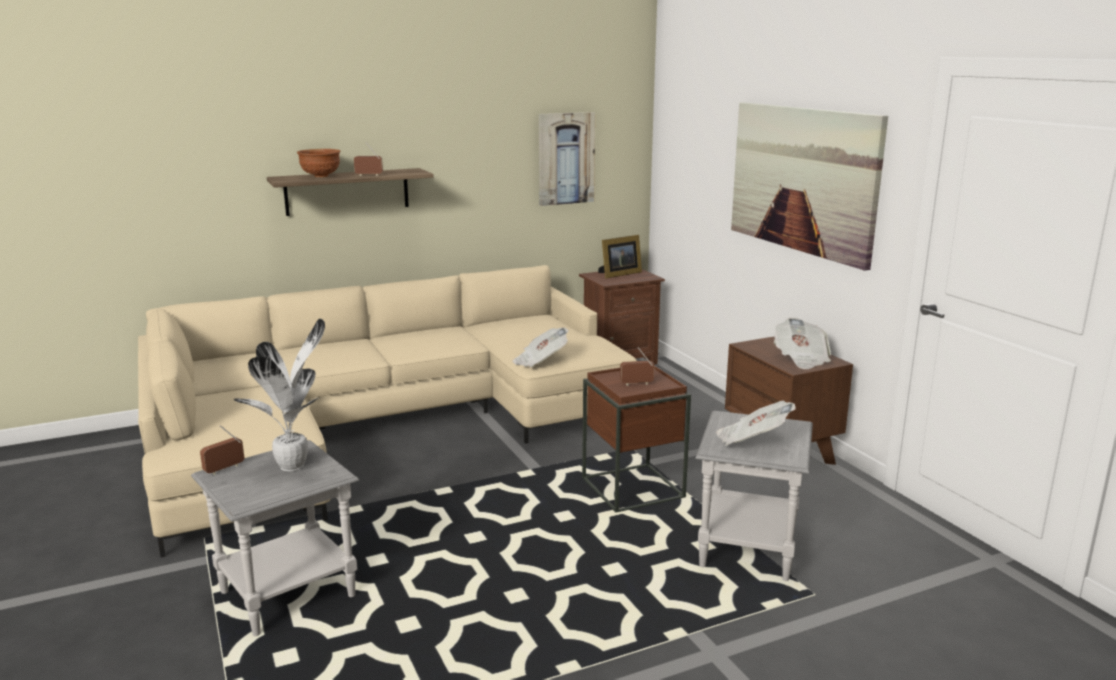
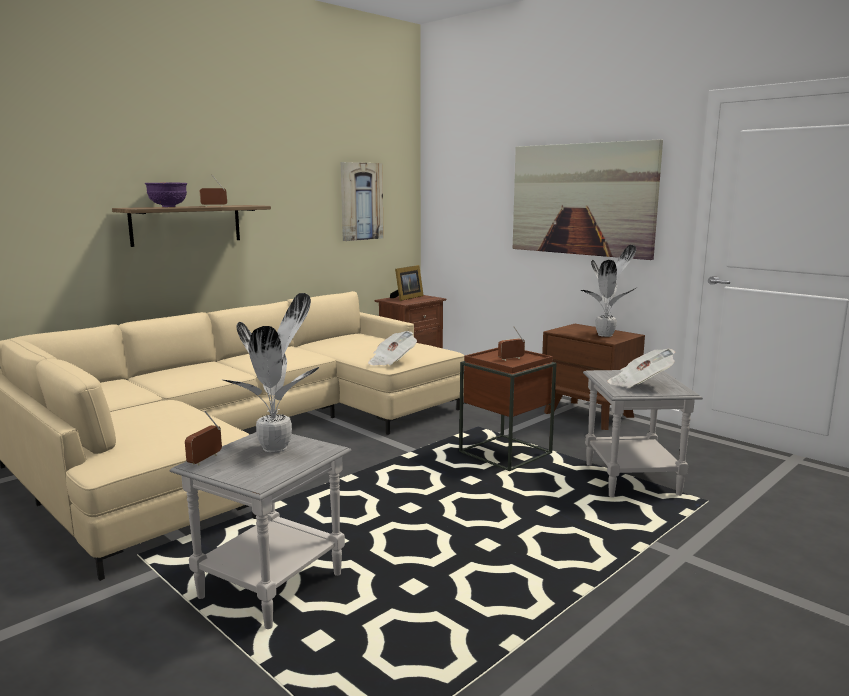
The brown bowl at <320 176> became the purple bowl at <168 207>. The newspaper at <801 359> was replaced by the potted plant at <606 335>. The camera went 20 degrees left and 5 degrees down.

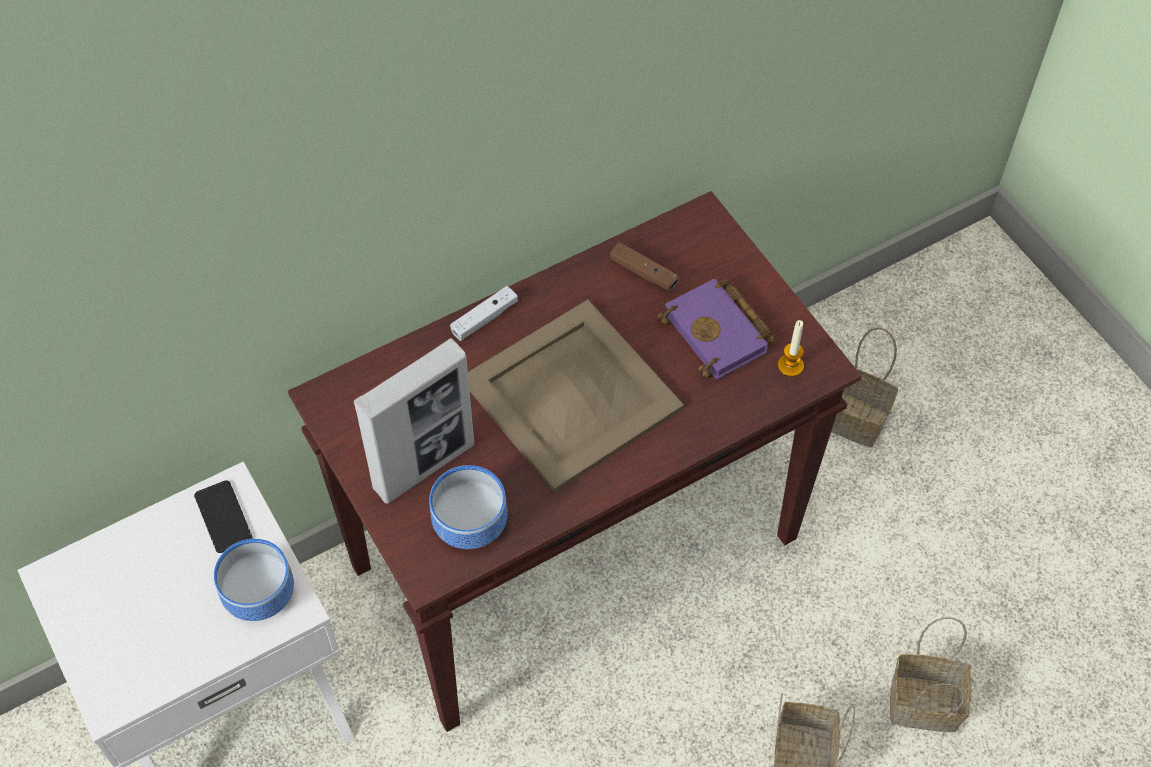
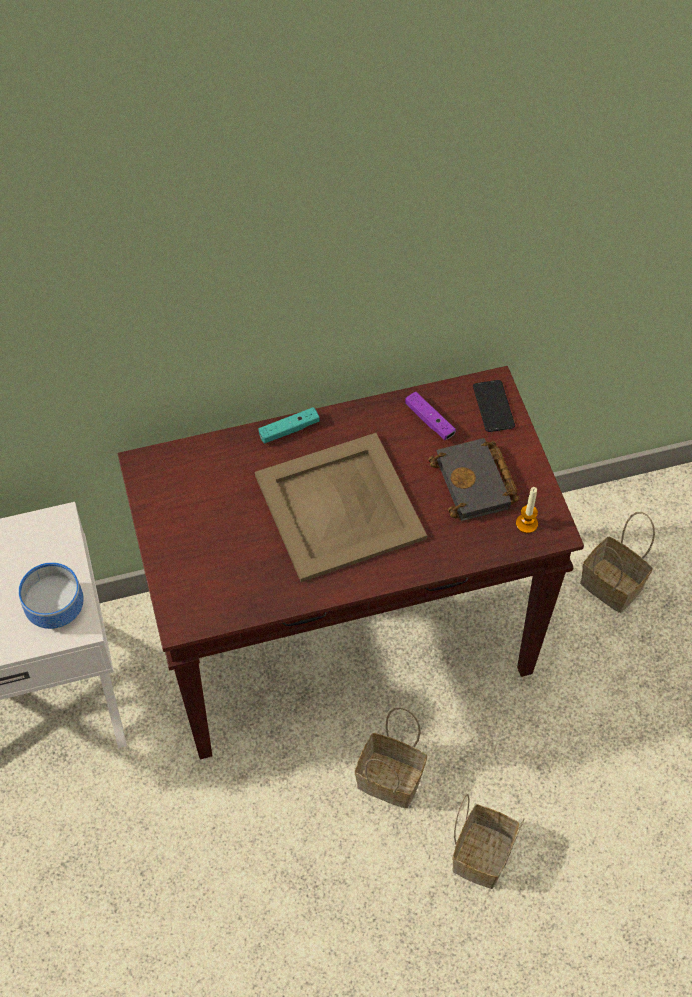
The white game controller at <484 318> became the turquoise game controller at <289 430>. The basket moved from <926 703> to <392 779>. The brown game controller at <643 272> became the purple game controller at <429 421>. The purple book at <720 334> became the black book at <477 484>. The phone moved from <223 517> to <493 406>. The picture frame at <424 466> disappeared. The bowl at <468 525> disappeared. The camera went 15 degrees right and 0 degrees up.

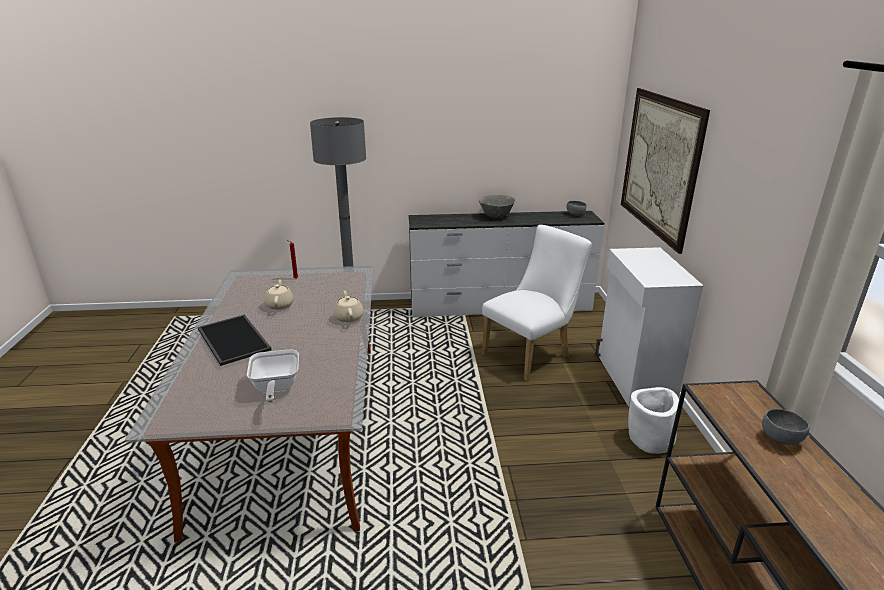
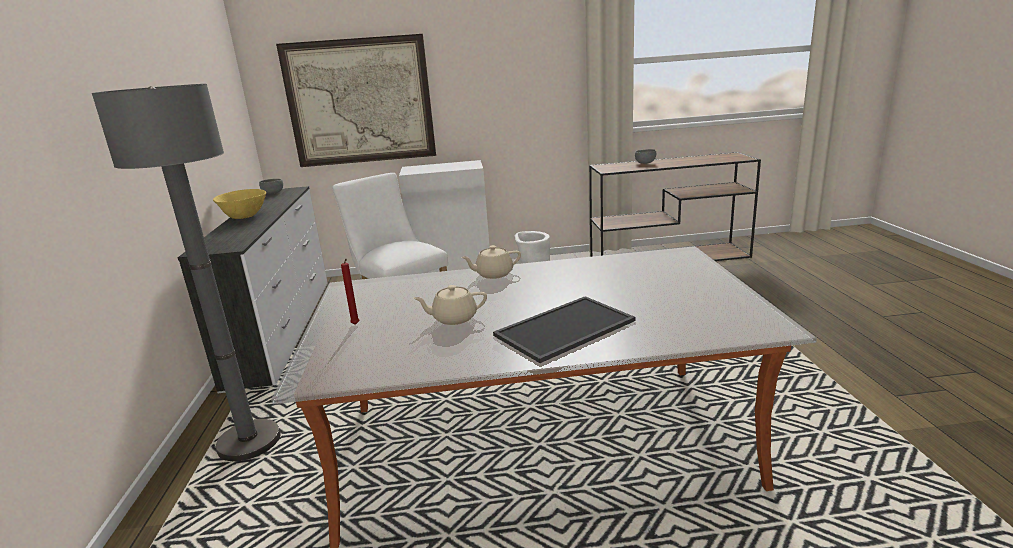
The grey bowl at <496 216> became the yellow bowl at <245 217>. The frying pan at <275 388> disappeared. The camera went 90 degrees left and 5 degrees down.

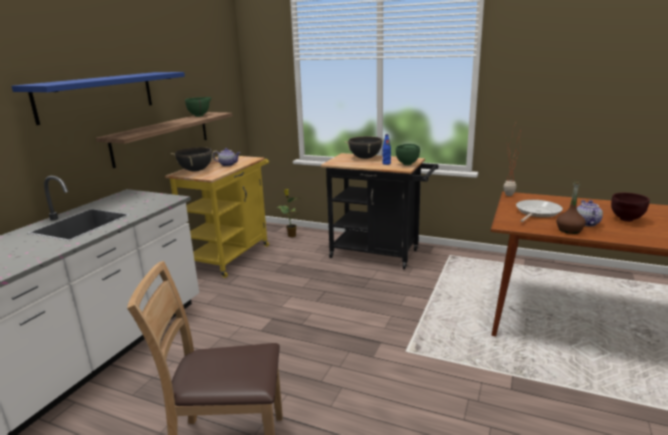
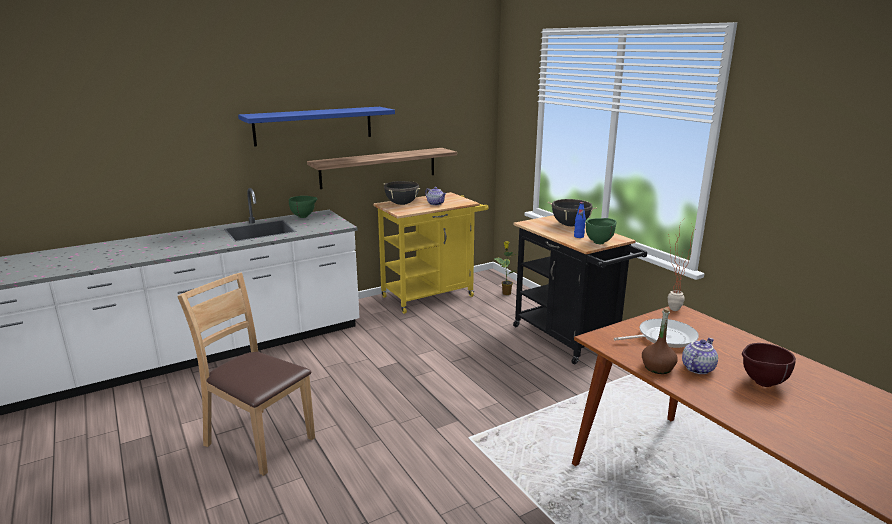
The green bowl moved from <200 116> to <304 217>. The camera went 35 degrees right and 0 degrees up.

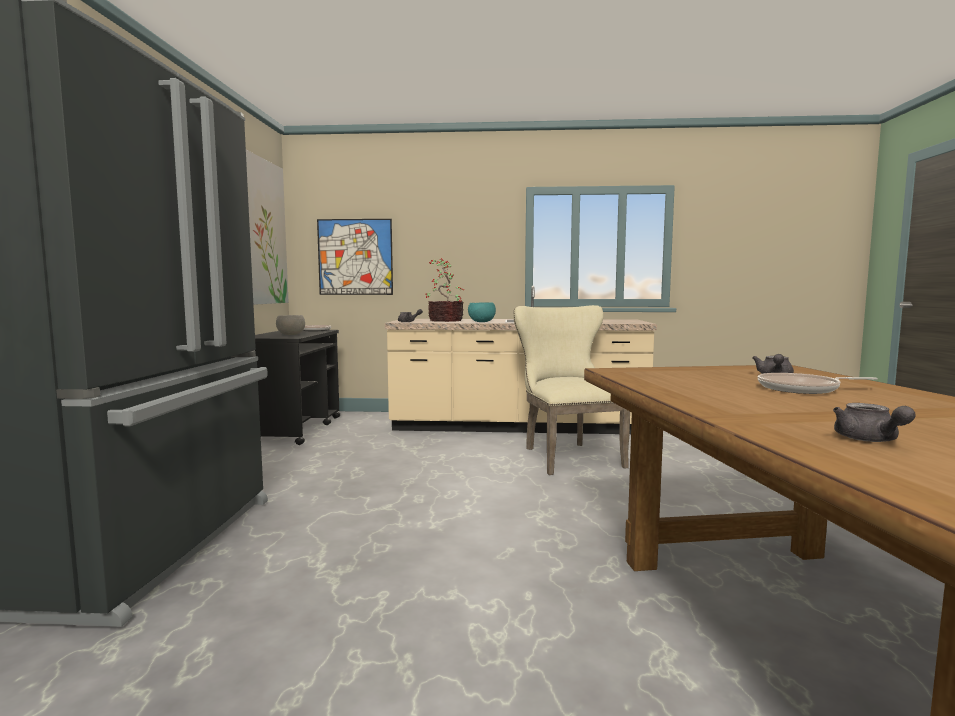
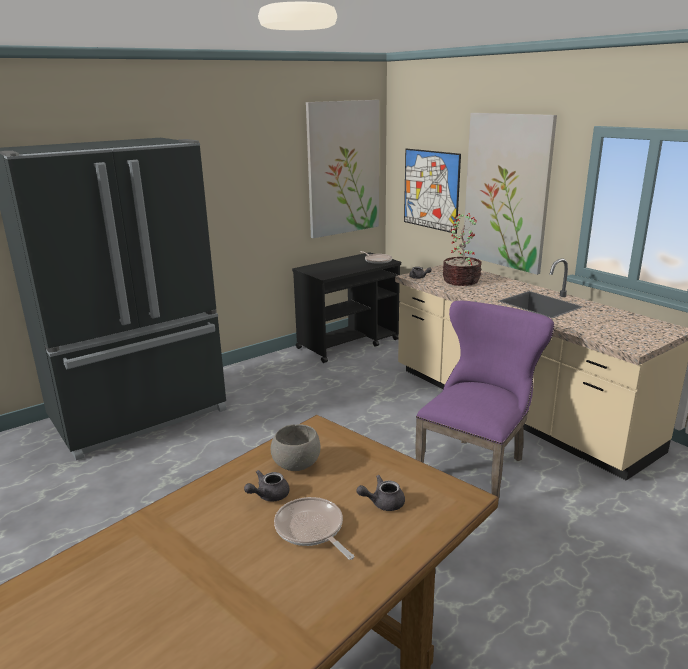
The grey teapot moved from <869 440> to <268 495>. The grey bowl moved from <290 335> to <296 465>. The beige chair at <567 456> became the purple chair at <476 465>. The picture at <506 192> appeared. The turquoise bowl at <482 322> disappeared. The camera went 50 degrees right and 15 degrees up.

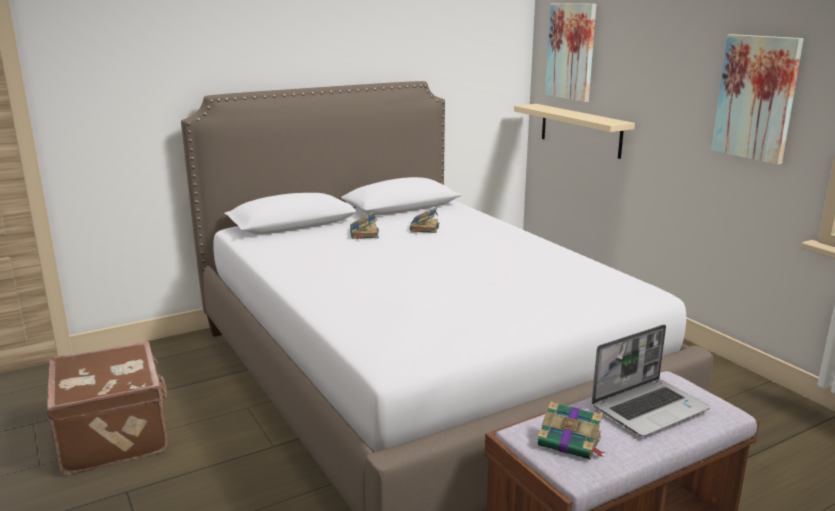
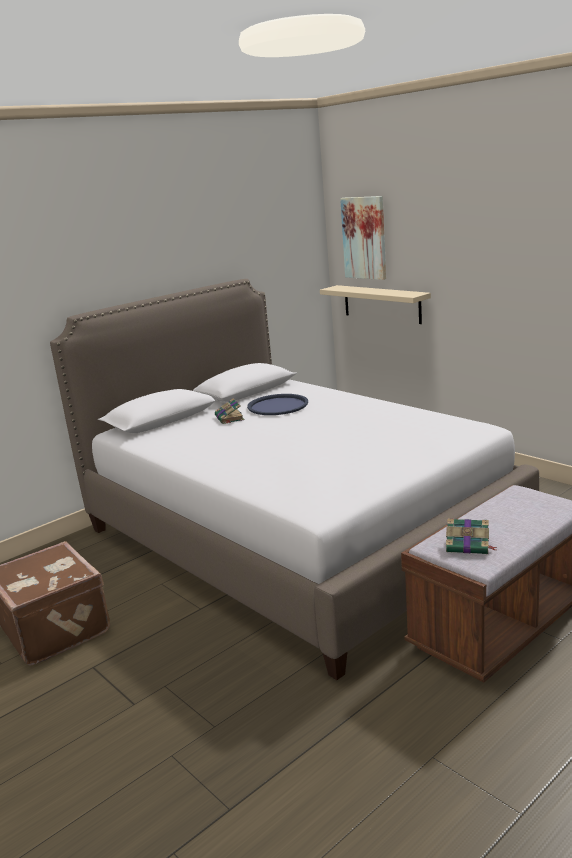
The book at <424 228> was replaced by the blue tray at <278 405>. The laptop at <649 408> disappeared. The picture at <756 98> disappeared. The camera went 10 degrees left and 0 degrees up.

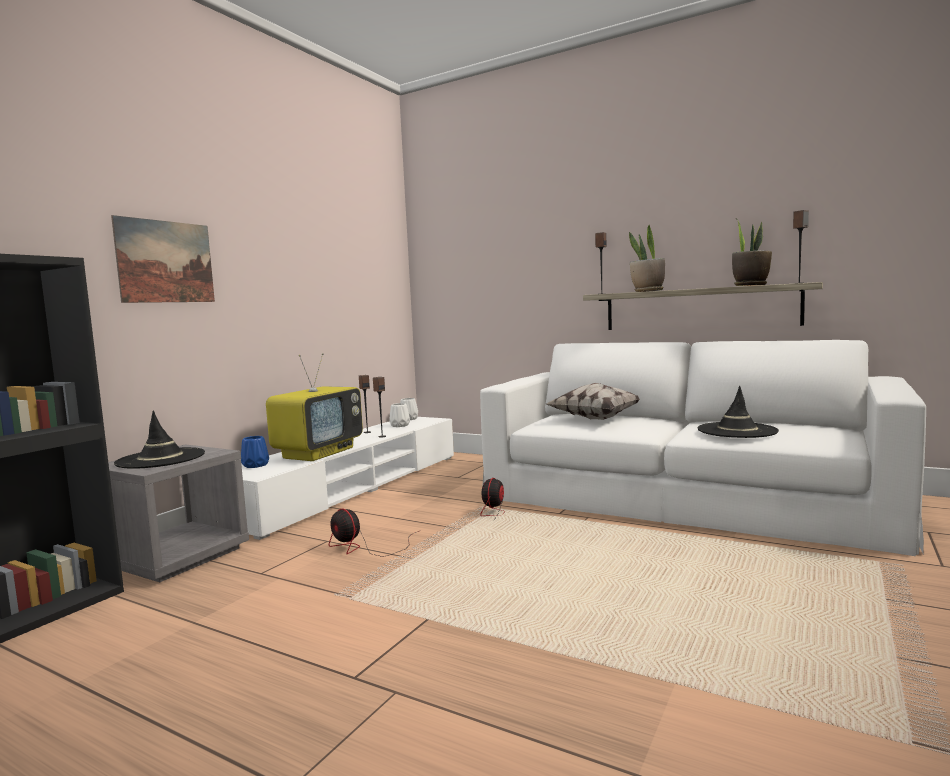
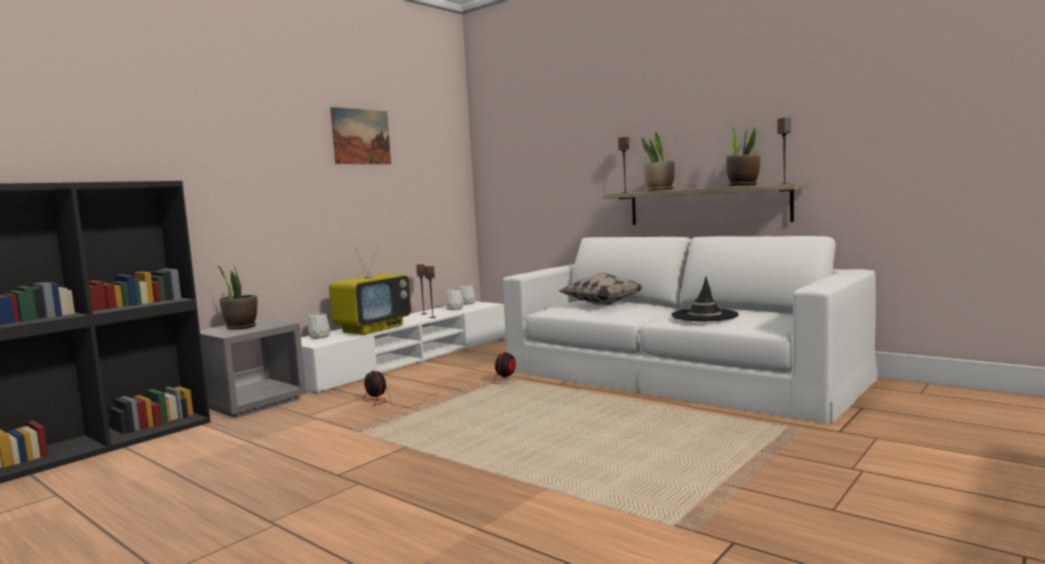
The black hat at <161 459> was replaced by the potted plant at <241 327>. The blue vase at <256 465> became the white vase at <320 337>. The picture moved from <166 262> to <361 136>. The camera went 10 degrees right and 0 degrees up.

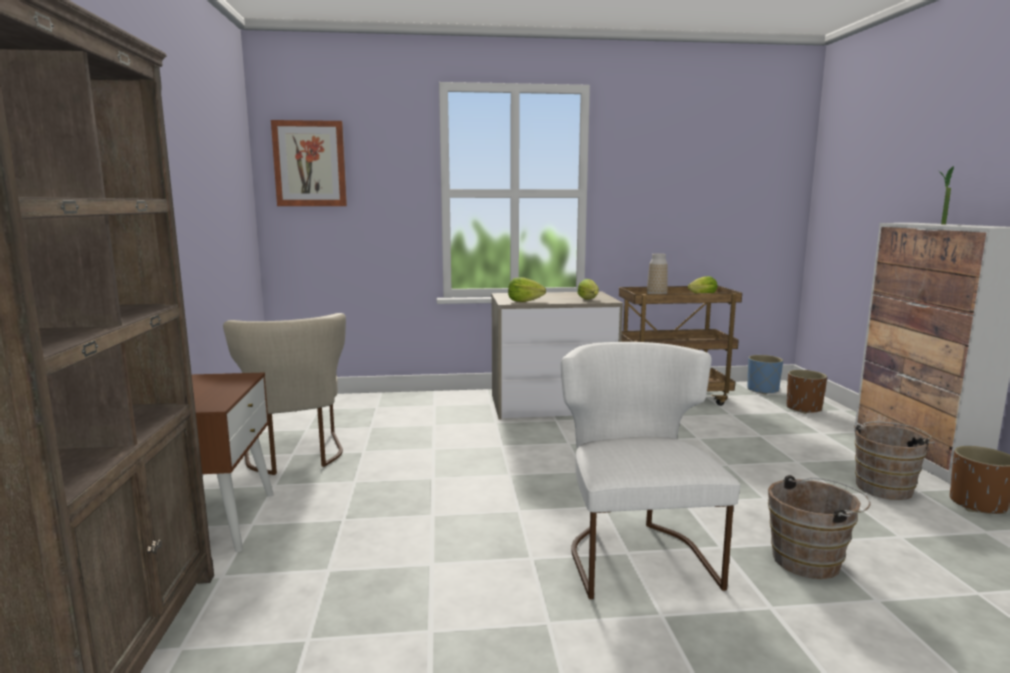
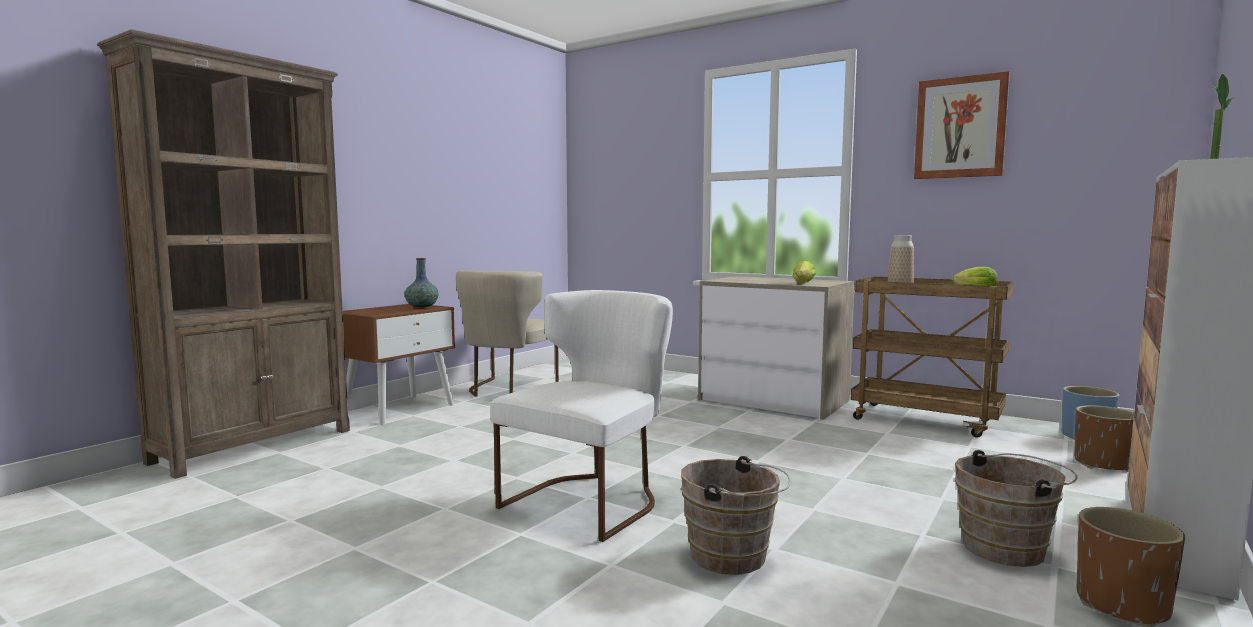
The vase at <422 307> appeared. The picture moved from <310 164> to <960 128>. The lettuce at <524 301> disappeared. The camera went 40 degrees right and 5 degrees down.

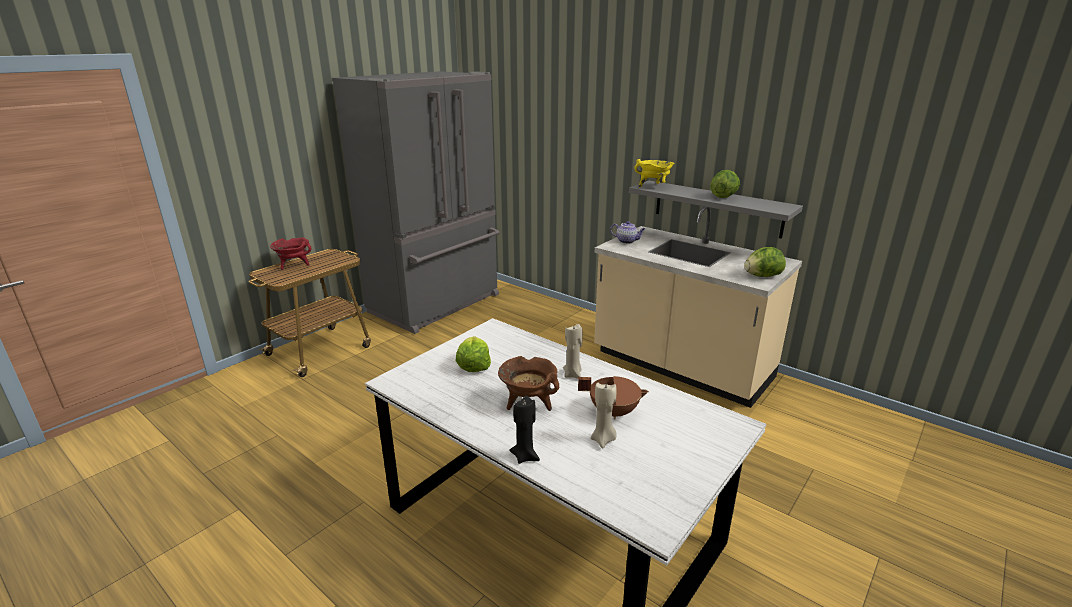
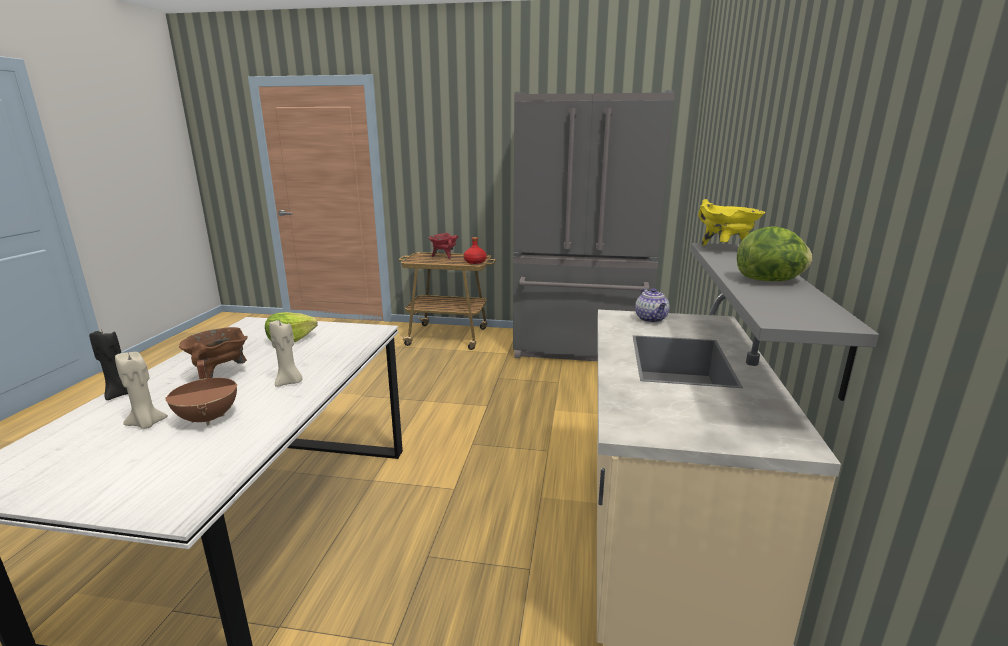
The red bottle at <475 262> appeared. The lettuce at <762 276> disappeared. The camera went 60 degrees right and 5 degrees down.

